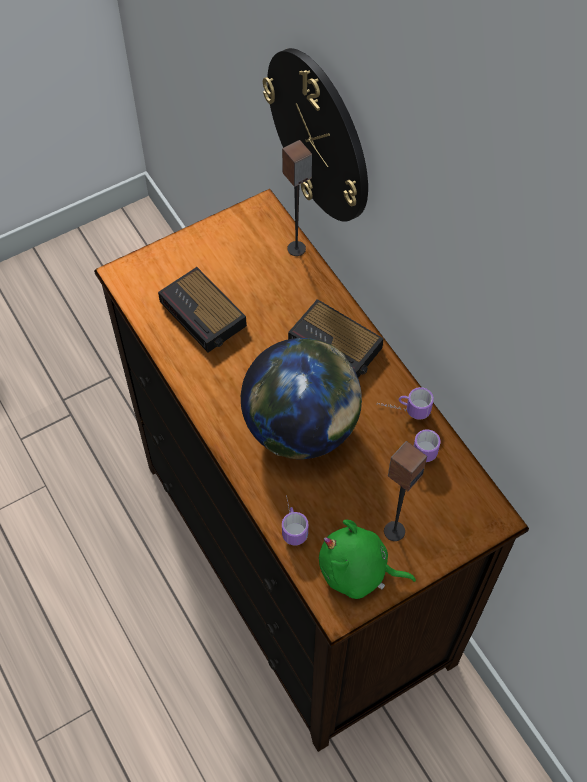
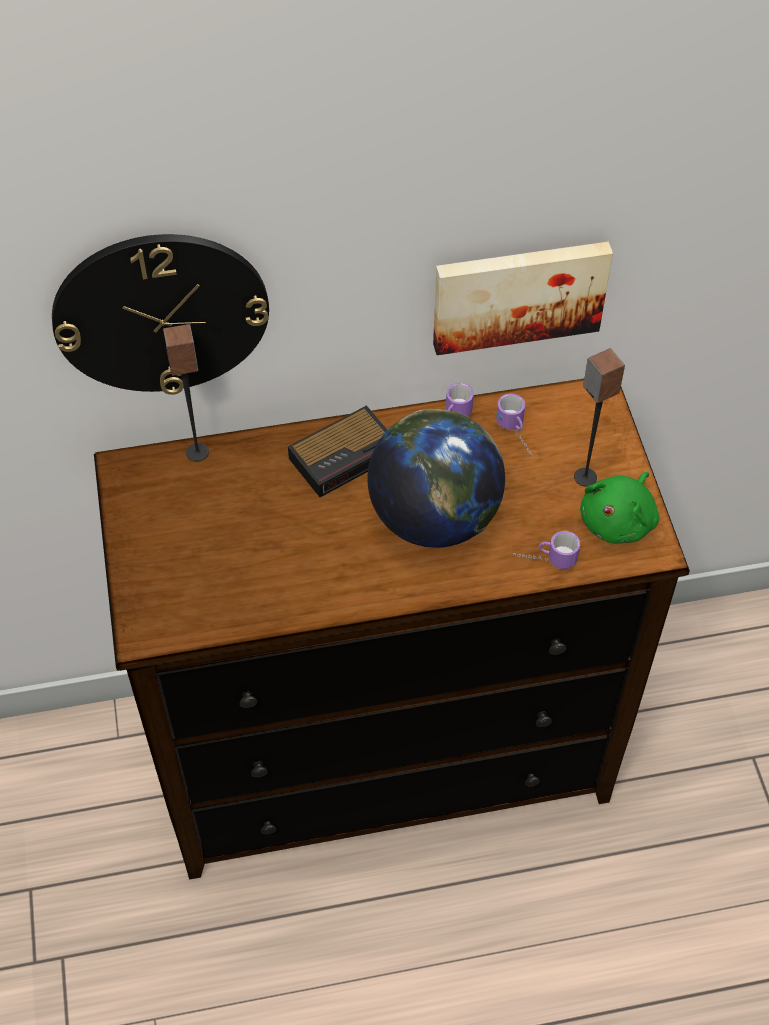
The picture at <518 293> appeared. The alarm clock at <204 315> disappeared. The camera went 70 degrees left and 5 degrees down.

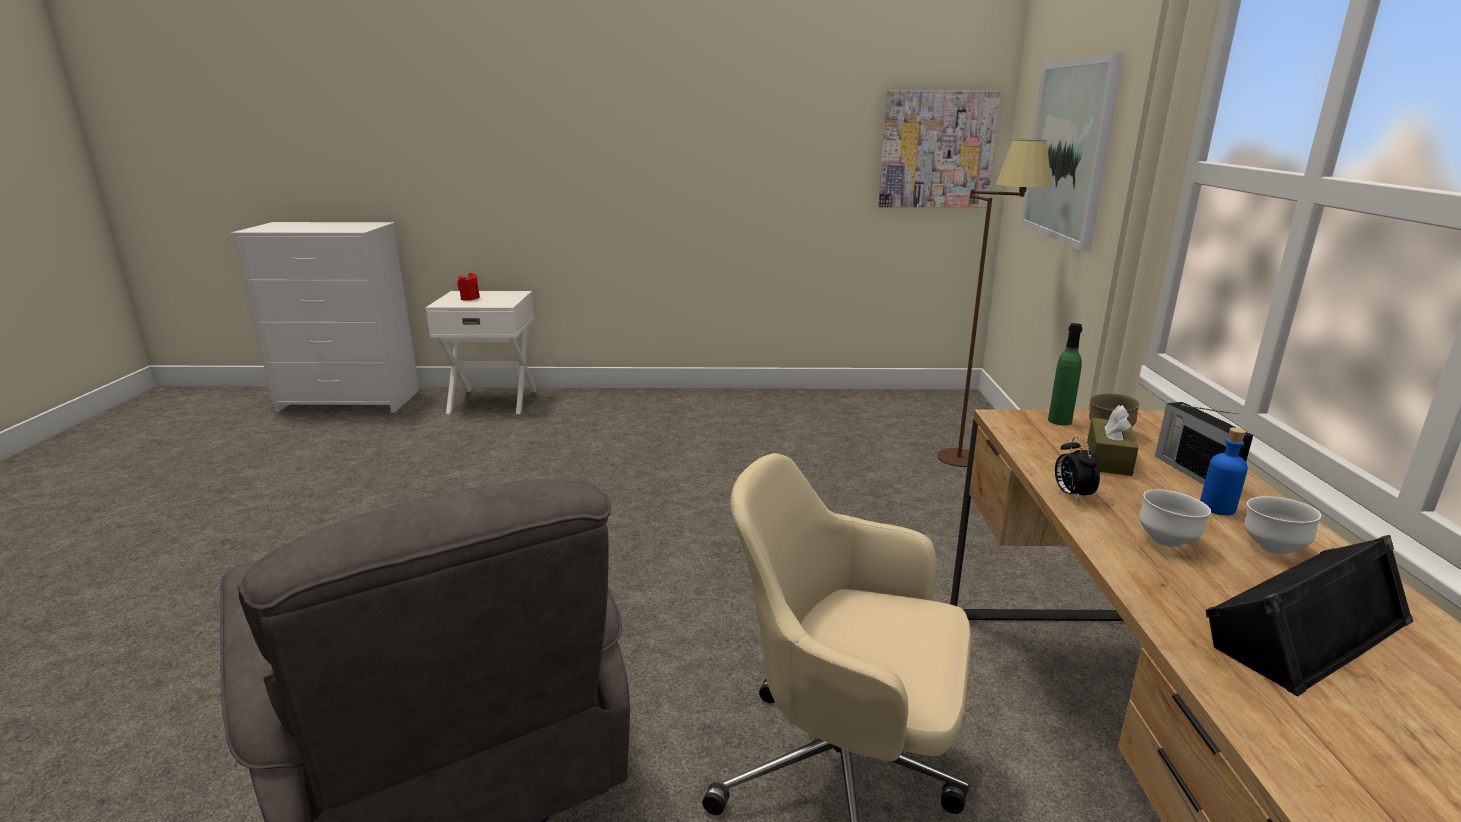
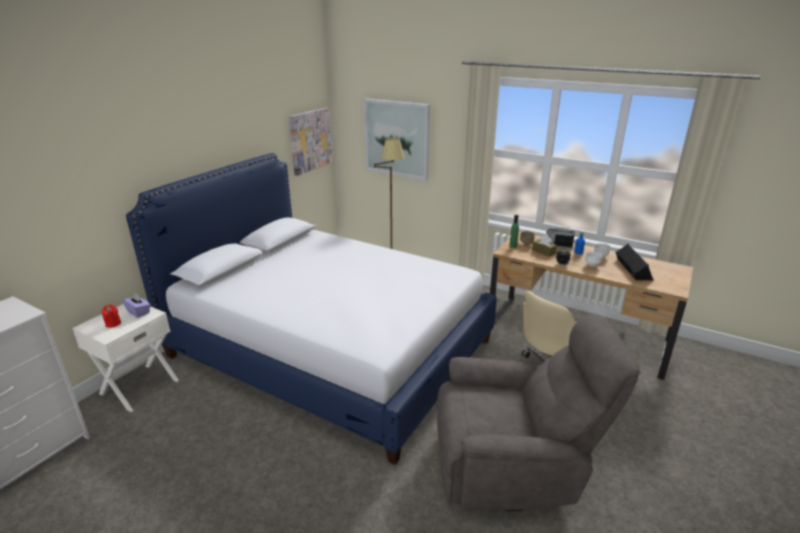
The purple tissue box at <139 312> appeared. The bed at <330 348> appeared. The camera went 60 degrees left and 5 degrees up.

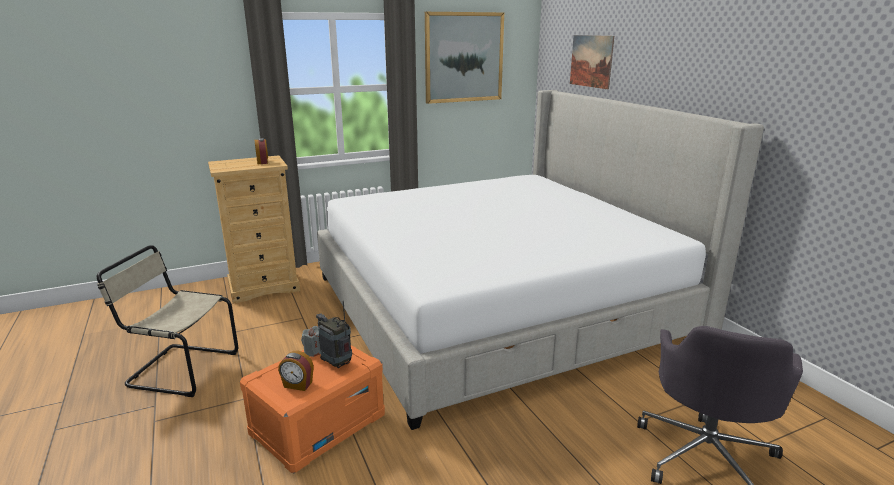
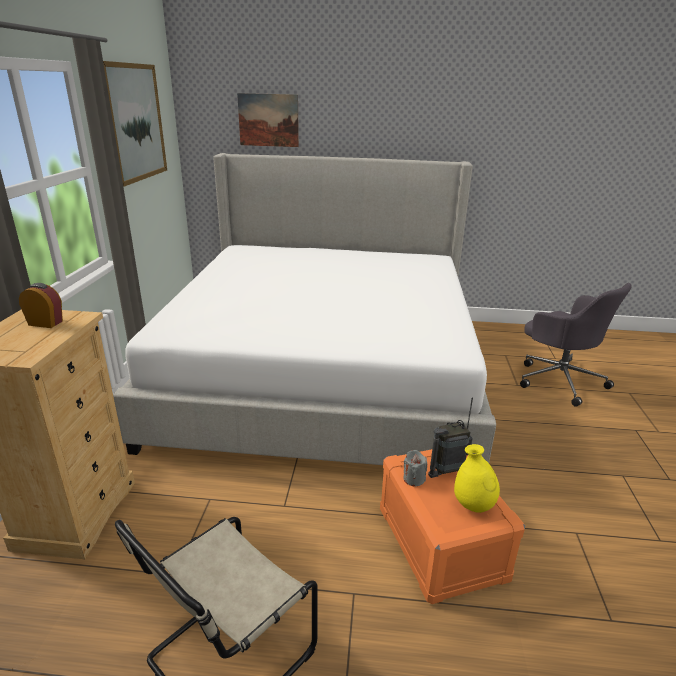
The alarm clock at <297 385> was replaced by the yellow vase at <473 505>. The camera went 60 degrees left and 5 degrees up.

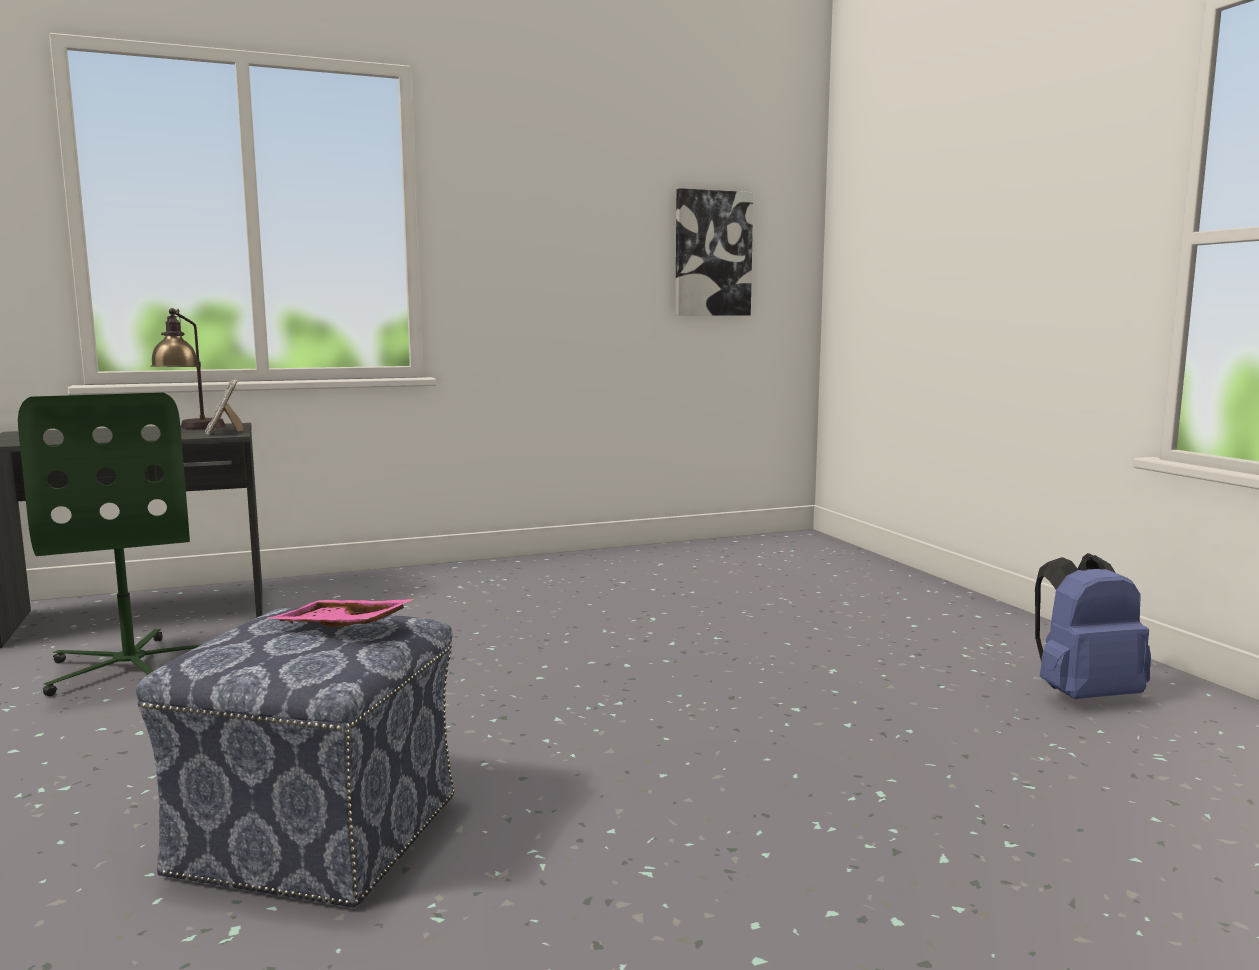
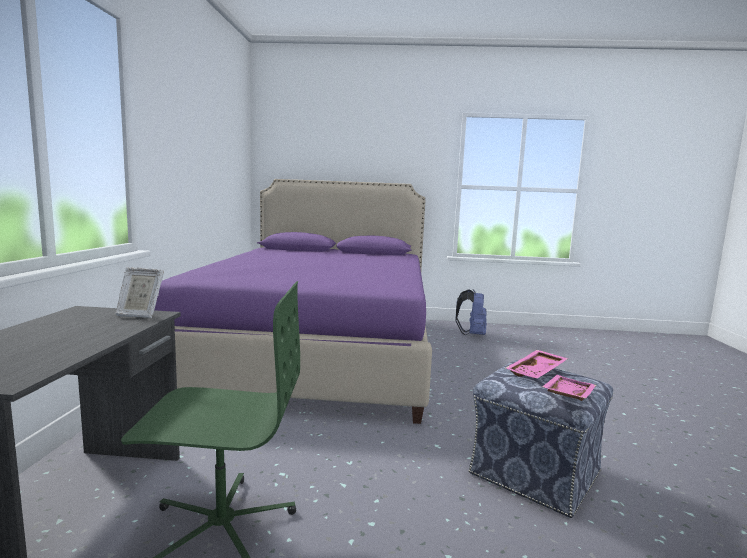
The purple bed at <318 350> appeared. The pink tray at <567 395> appeared. The table lamp at <192 428> disappeared. The picture at <712 254> disappeared. The camera went 65 degrees left and 0 degrees up.

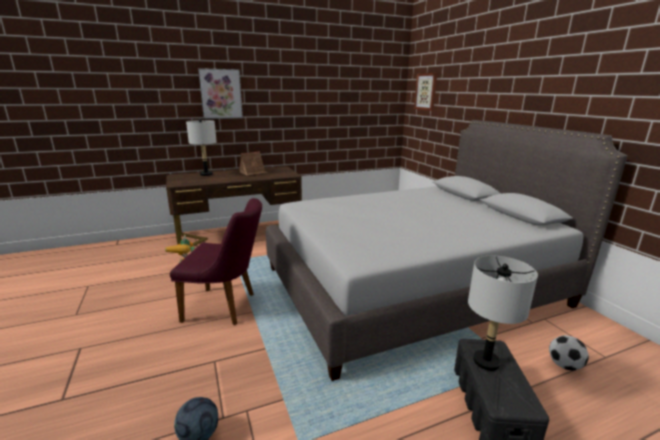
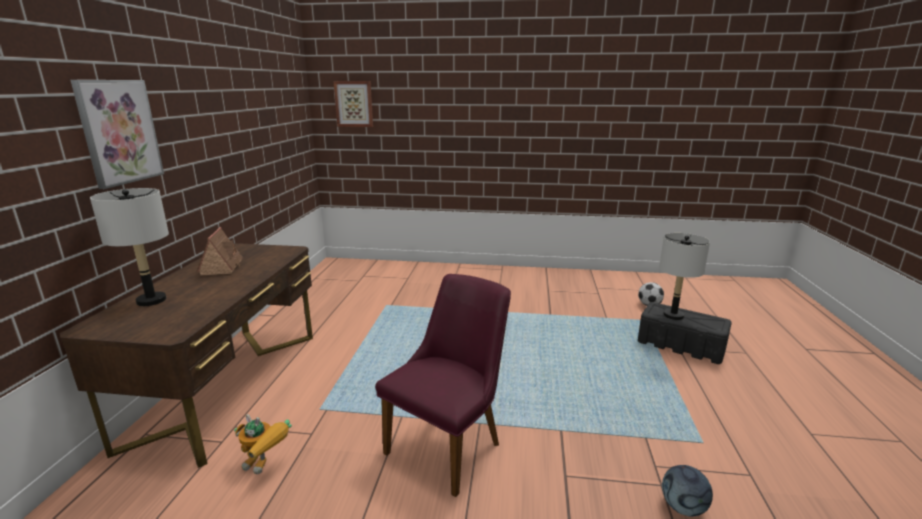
The grey bed at <412 286> disappeared. The camera went 60 degrees left and 0 degrees up.

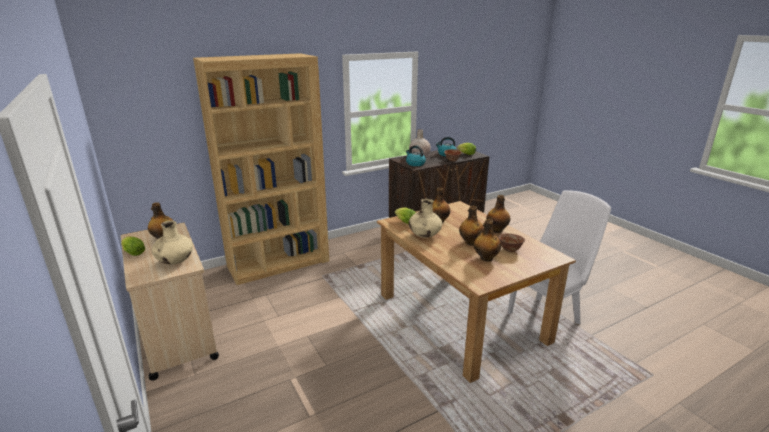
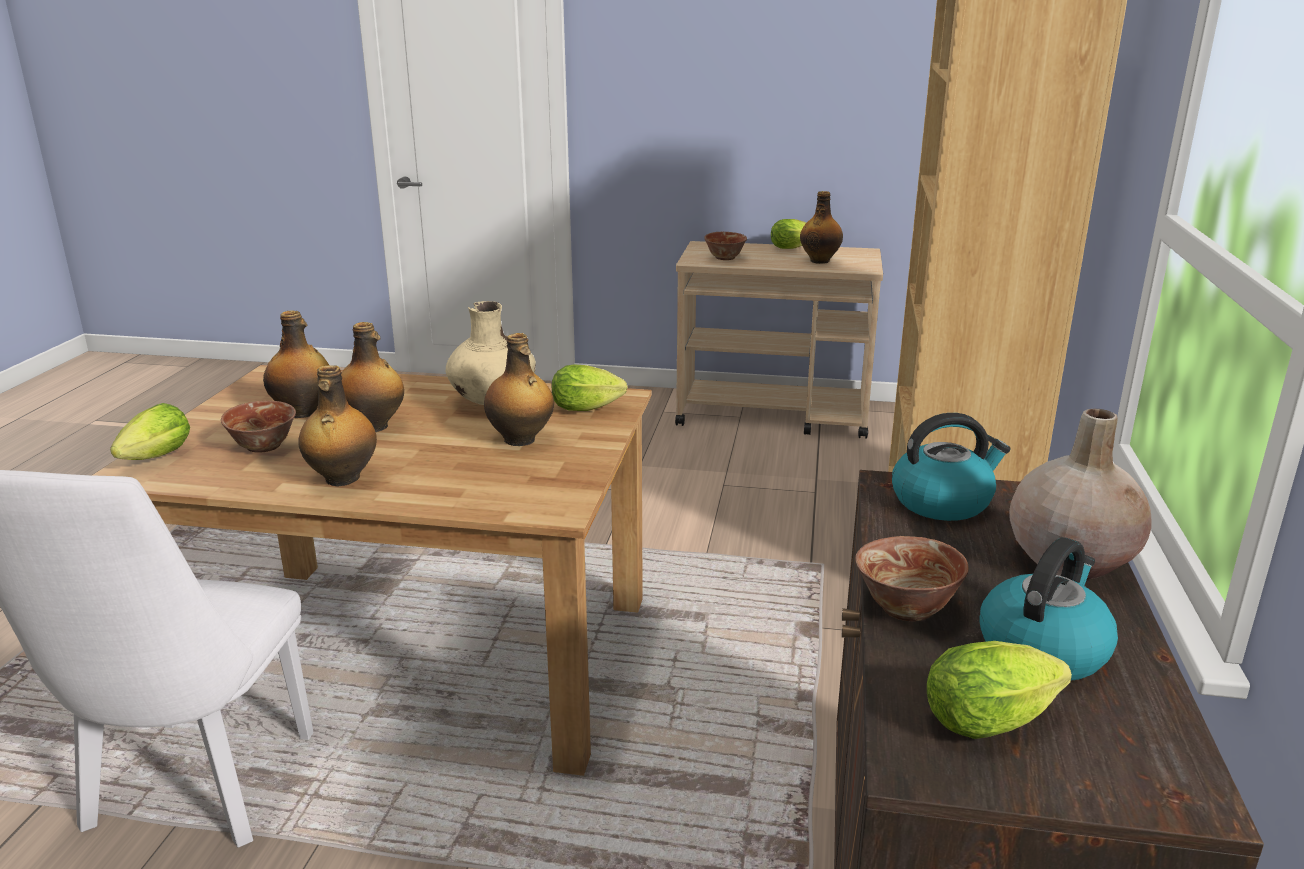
The lettuce at <153 459> appeared. The beige vase at <175 262> was replaced by the bowl at <725 258>. The camera went 130 degrees right and 0 degrees up.

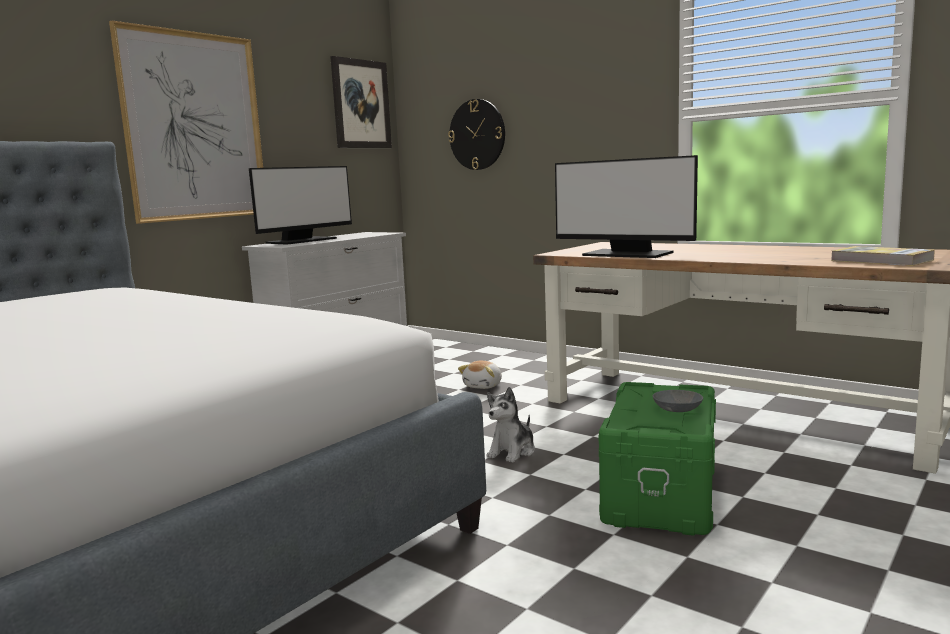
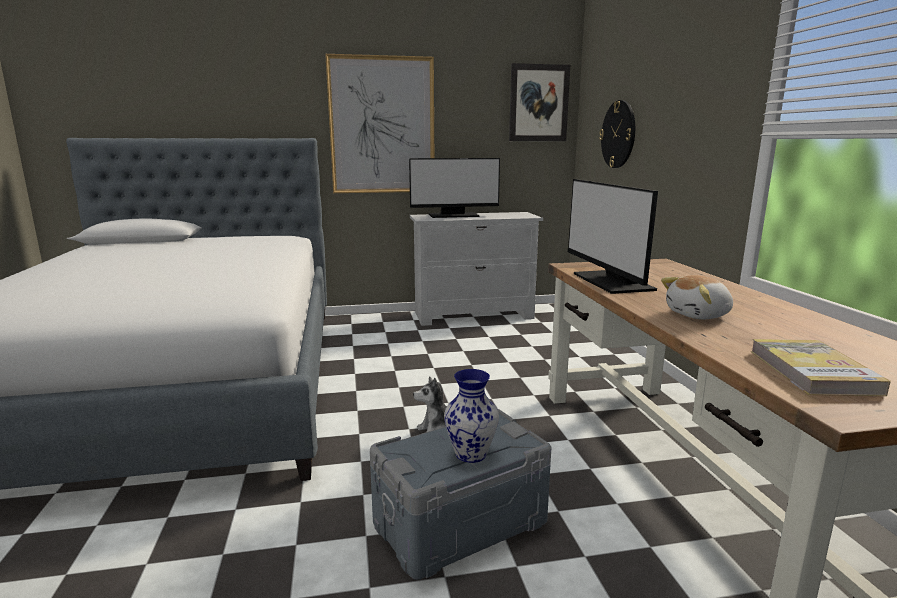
The green storage box at <662 494> became the grey storage box at <461 524>. The grey bowl at <678 409> was replaced by the vase at <471 454>. The plush toy moved from <484 386> to <699 315>. The camera went 40 degrees right and 5 degrees up.

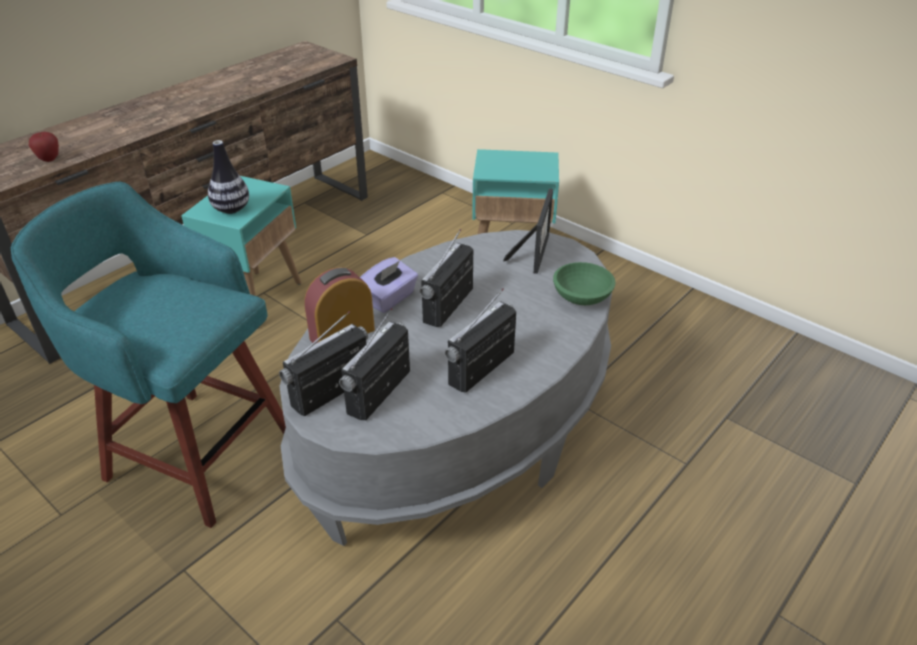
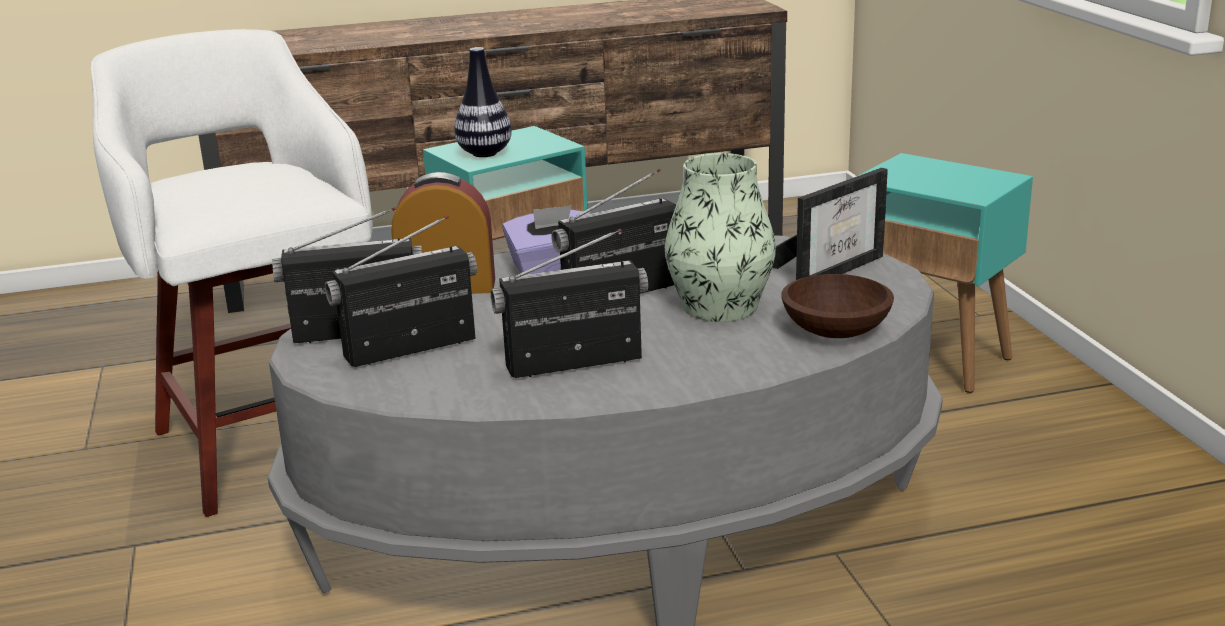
The turquoise stool at <195 453> became the white stool at <274 440>. The vase at <720 306> appeared. The green bowl at <582 296> became the brown bowl at <837 330>. The apple at <49 159> disappeared. The camera went 35 degrees right and 15 degrees down.

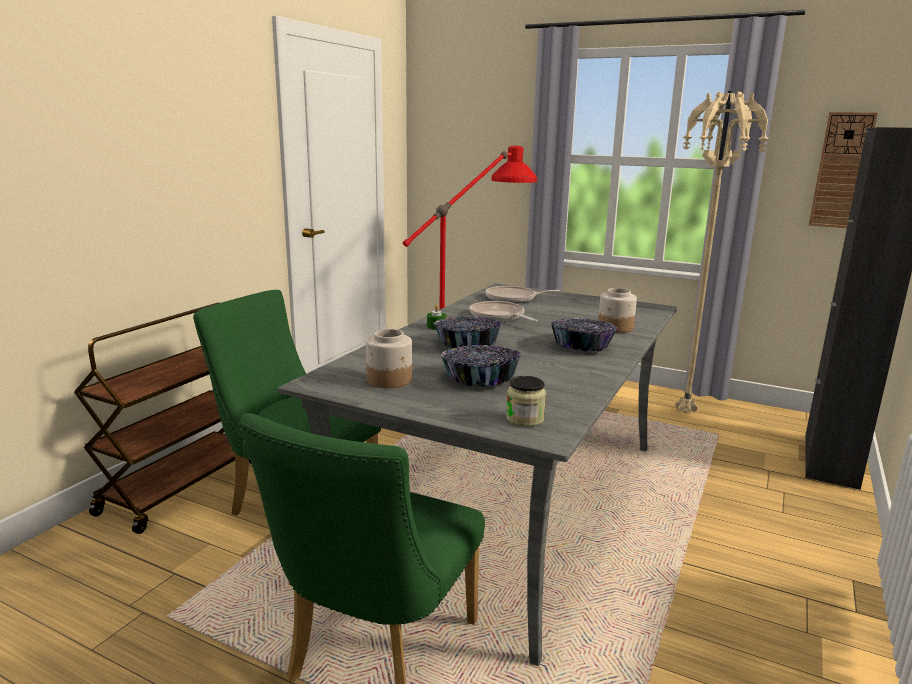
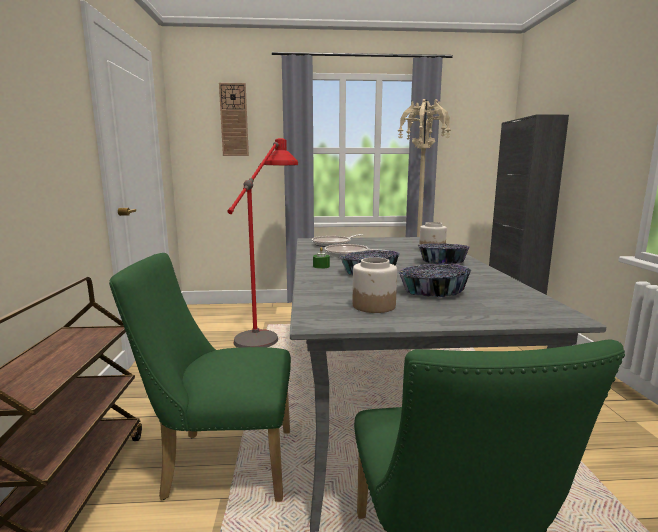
The wall clock moved from <841 171> to <234 120>. The jar at <525 419> disappeared. The camera went 30 degrees left and 5 degrees down.

